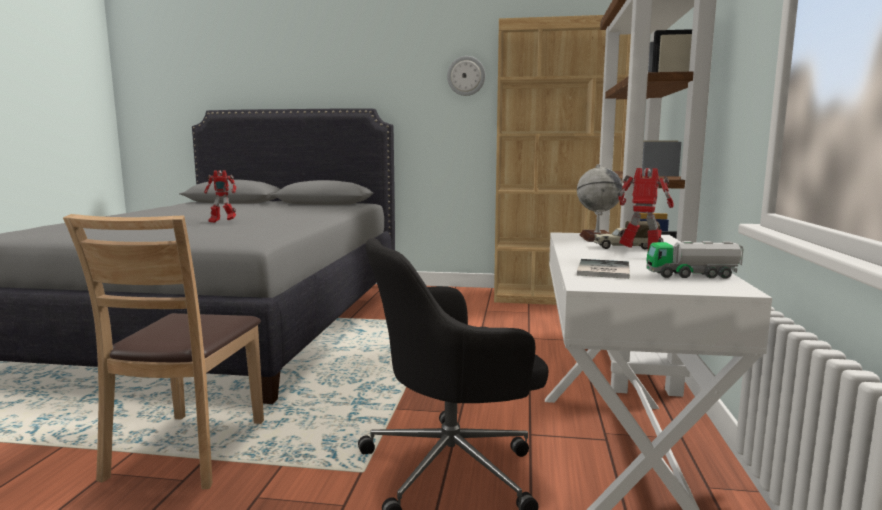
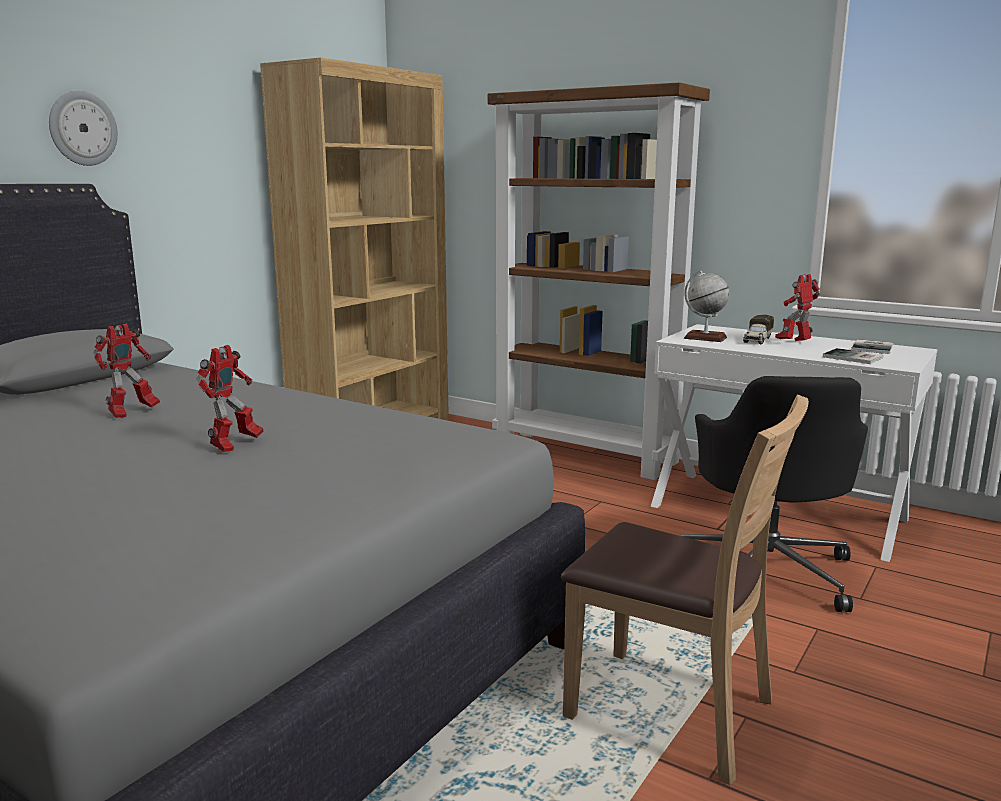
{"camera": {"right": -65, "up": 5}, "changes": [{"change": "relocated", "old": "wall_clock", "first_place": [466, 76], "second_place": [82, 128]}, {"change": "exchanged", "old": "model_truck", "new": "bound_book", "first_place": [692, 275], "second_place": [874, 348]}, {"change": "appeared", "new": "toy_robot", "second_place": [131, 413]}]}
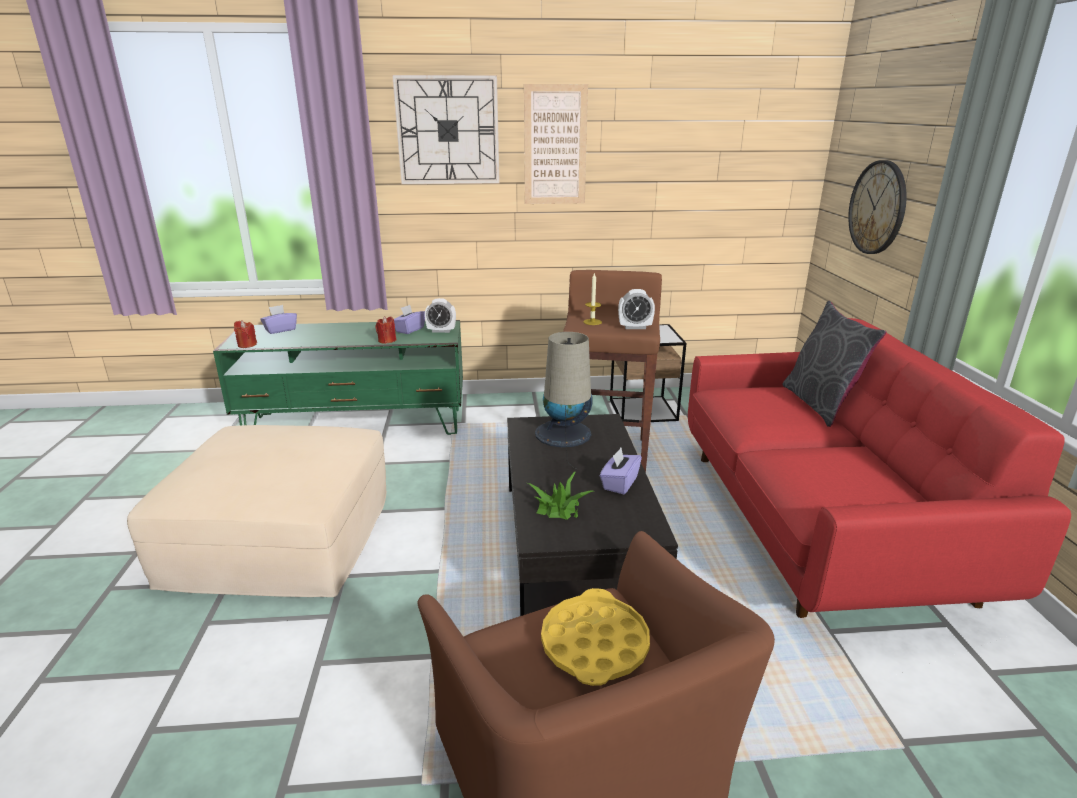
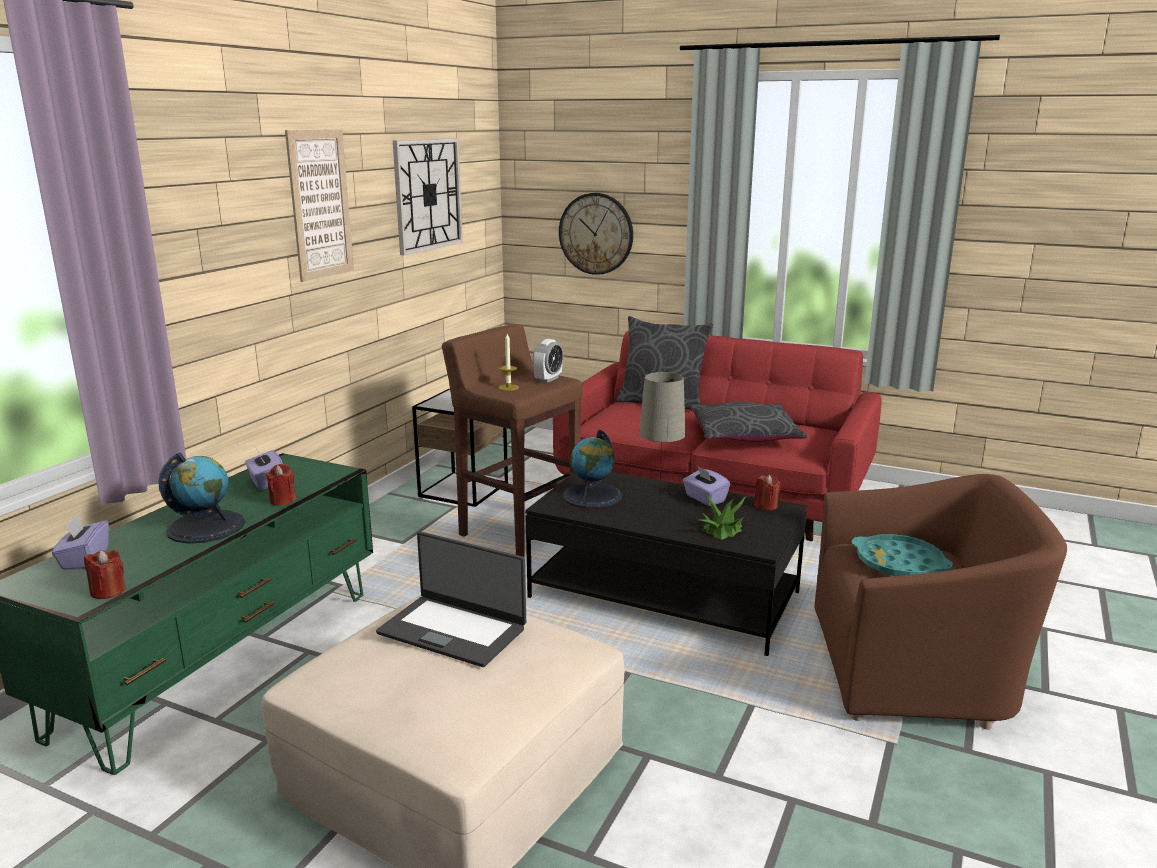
{"camera": {"right": -60, "up": -5}, "changes": [{"change": "relocated", "old": "wall_clock", "first_place": [448, 131], "second_place": [428, 194]}, {"change": "missing", "old": "bedside_clock", "first_place": [441, 331]}, {"change": "colour", "old": "yellowish_tray", "new": "turquoise-coloured_tray", "first_place": [594, 644], "second_place": [899, 564]}, {"change": "appeared", "new": "globe", "second_place": [206, 526]}, {"change": "appeared", "new": "laptop", "second_place": [453, 630]}, {"change": "appeared", "new": "grey_pillow", "second_place": [744, 435]}, {"change": "appeared", "new": "red-coloured_wax_candle", "second_place": [766, 505]}]}
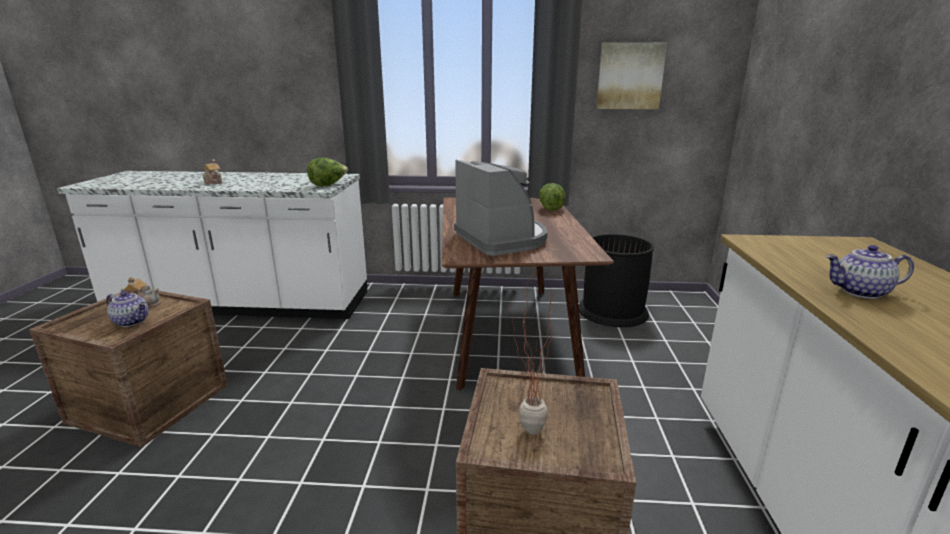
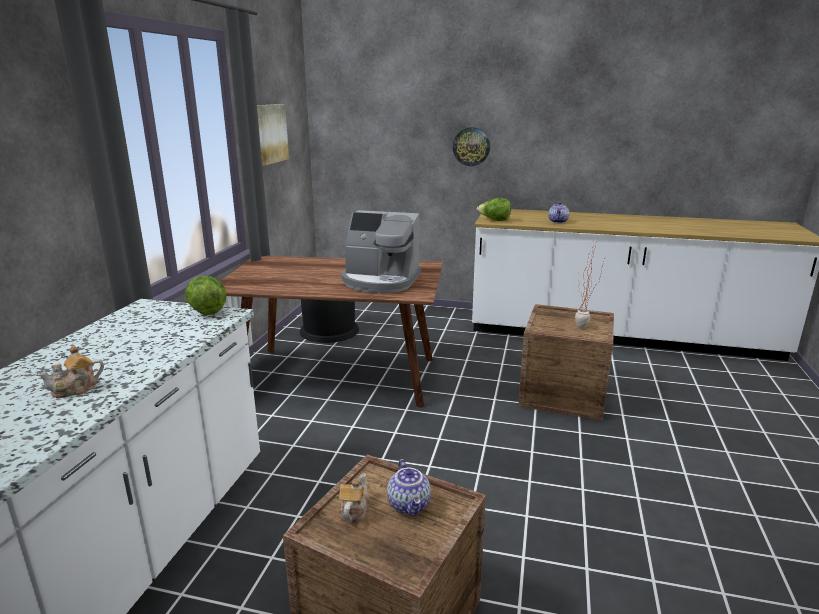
{"camera": {"right": -80, "up": 0}, "changes": [{"change": "spun", "old": "teapot", "first_place": [132, 321], "second_place": [410, 505], "degrees": 135}, {"change": "spun", "old": "coffee_brewer", "first_place": [502, 239], "second_place": [380, 281], "degrees": -150}, {"change": "relocated", "old": "lettuce_head", "first_place": [551, 208], "second_place": [494, 220]}, {"change": "appeared", "new": "wall_clock", "second_place": [471, 146]}]}
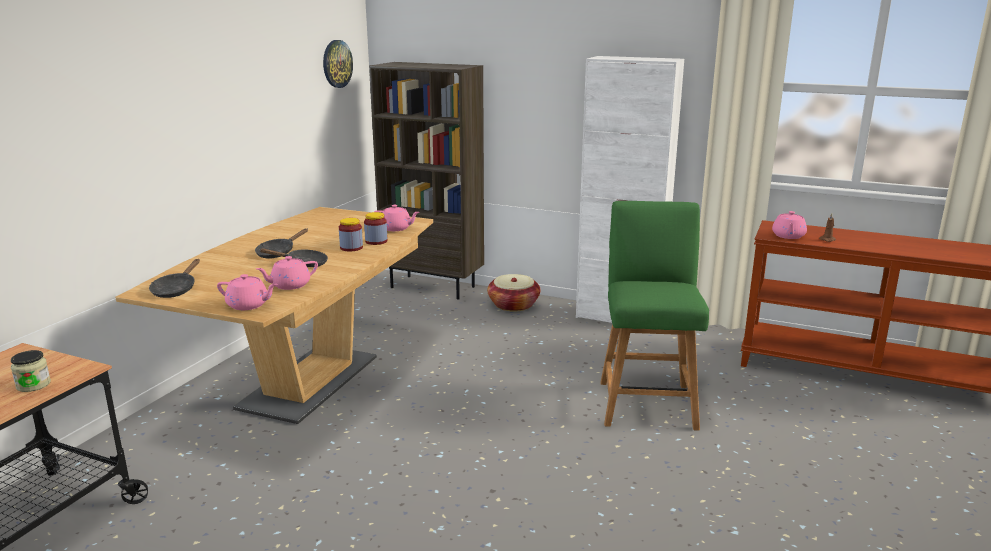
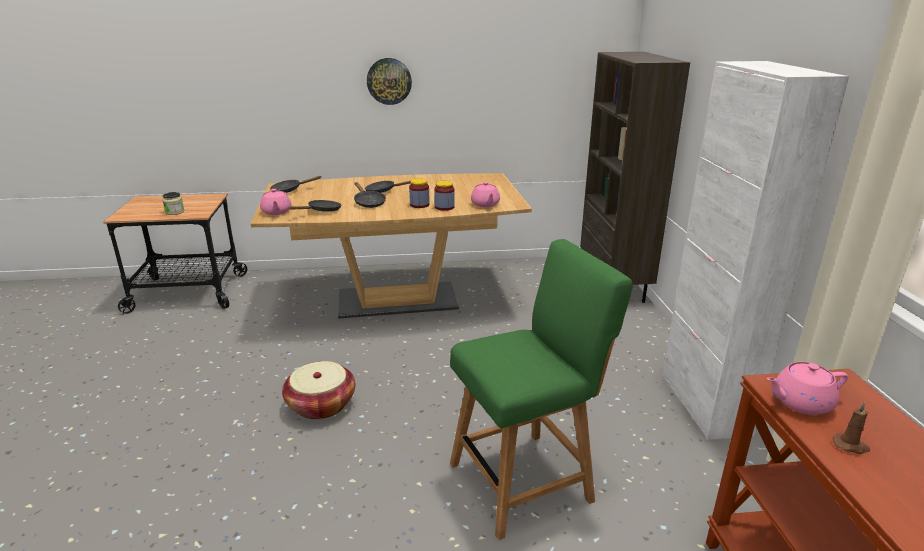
{"camera": {"right": 60, "up": 5}, "changes": [{"change": "exchanged", "old": "pinkish_teapot", "new": "black_frying_pan", "first_place": [289, 285], "second_place": [322, 211]}, {"change": "relocated", "old": "wall_clock", "first_place": [337, 64], "second_place": [389, 81]}, {"change": "relocated", "old": "household_basket", "first_place": [513, 305], "second_place": [321, 405]}]}
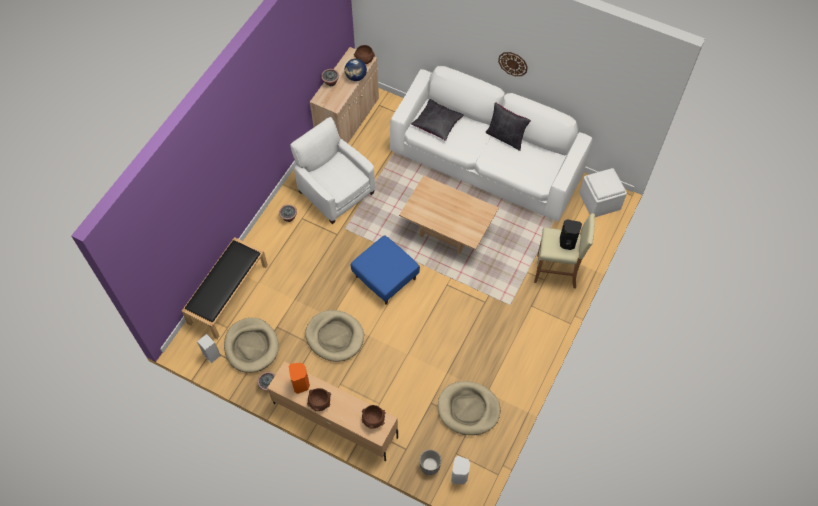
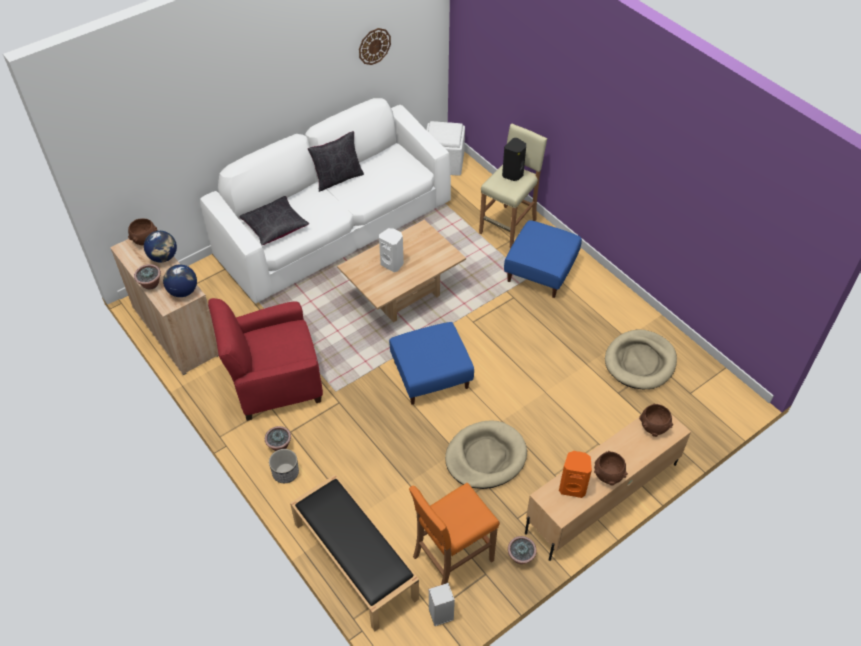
{"camera": {"right": -65, "up": -10}, "changes": [{"change": "exchanged", "old": "sand-coloured_pet_bed", "new": "orange-coloured_sitting_stool", "first_place": [251, 346], "second_place": [452, 558]}, {"change": "colour", "old": "whitish_easy_chair", "new": "red-coloured_easy_chair", "first_place": [335, 191], "second_place": [275, 381]}, {"change": "relocated", "old": "planter", "first_place": [430, 465], "second_place": [286, 473]}, {"change": "relocated", "old": "whitish_speaker", "first_place": [460, 476], "second_place": [392, 264]}, {"change": "relocated", "old": "wall_clock", "first_place": [513, 63], "second_place": [374, 46]}, {"change": "appeared", "new": "globe", "second_place": [183, 291]}, {"change": "appeared", "new": "blue_ottoman", "second_place": [540, 271]}]}
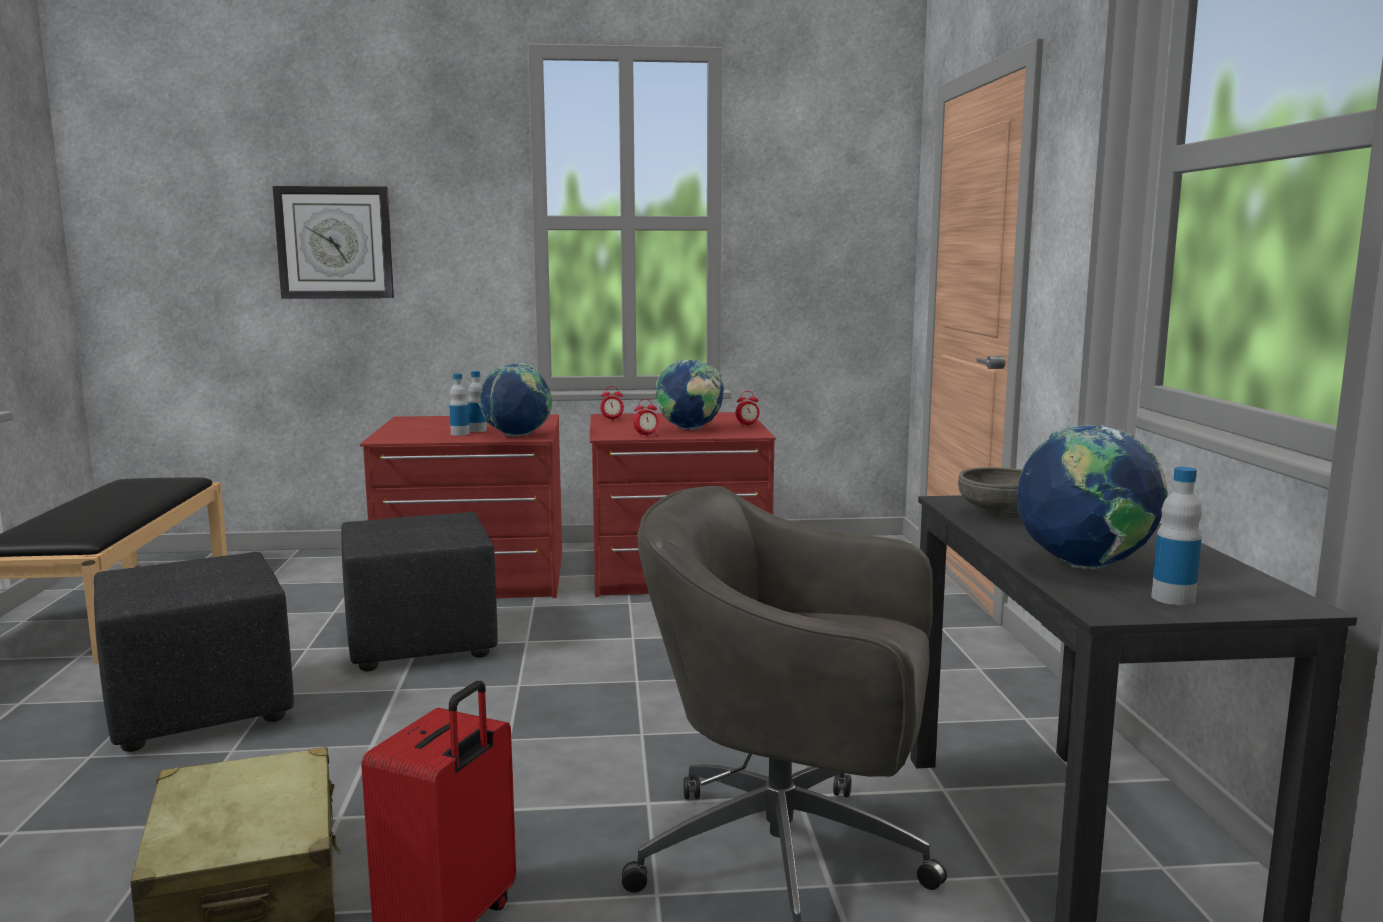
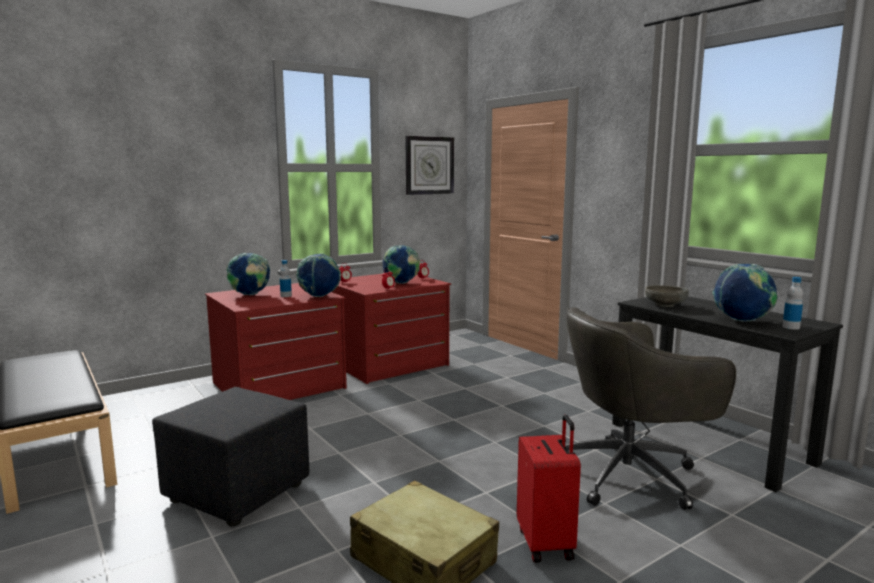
{"camera": {"right": -30, "up": 0}, "changes": [{"change": "relocated", "old": "wall_clock", "first_place": [335, 243], "second_place": [429, 165]}, {"change": "missing", "old": "black_ottoman", "first_place": [419, 643]}, {"change": "missing", "old": "drink_bottle", "first_place": [460, 433]}, {"change": "appeared", "new": "globe", "second_place": [250, 295]}]}
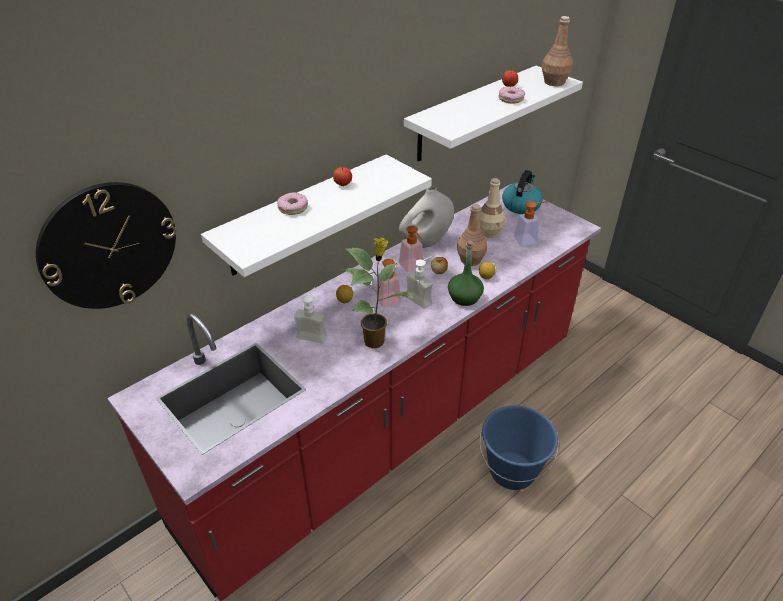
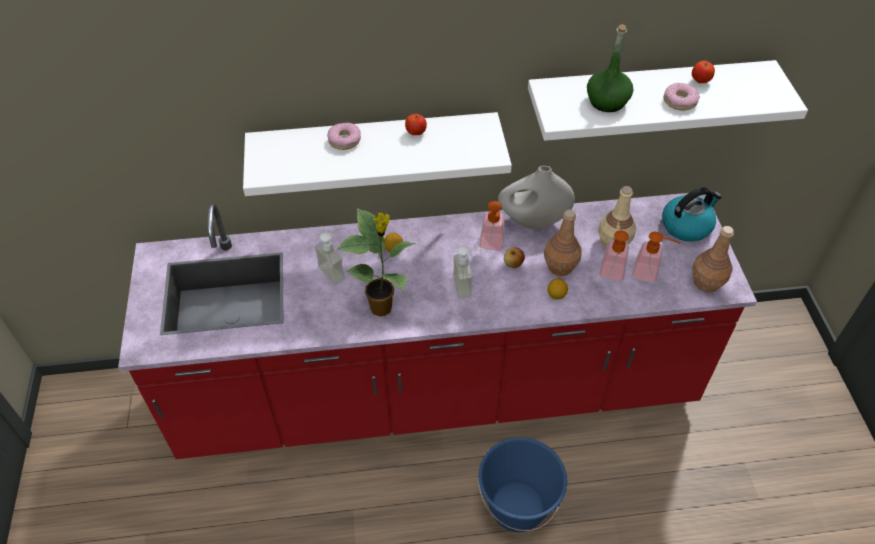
{"camera": {"right": 35, "up": 10}, "changes": [{"change": "missing", "old": "wall_clock", "first_place": [109, 246]}, {"change": "relocated", "old": "soap_dispenser", "first_place": [390, 303], "second_place": [611, 276]}, {"change": "relocated", "old": "green-coloured_drink_bottle", "first_place": [465, 297], "second_place": [607, 102]}, {"change": "relocated", "old": "brown_drink_bottle", "first_place": [554, 82], "second_place": [707, 283]}]}
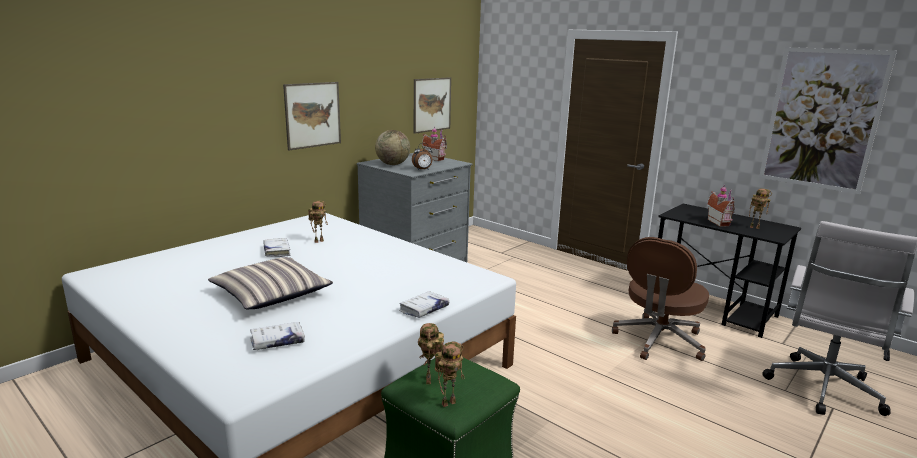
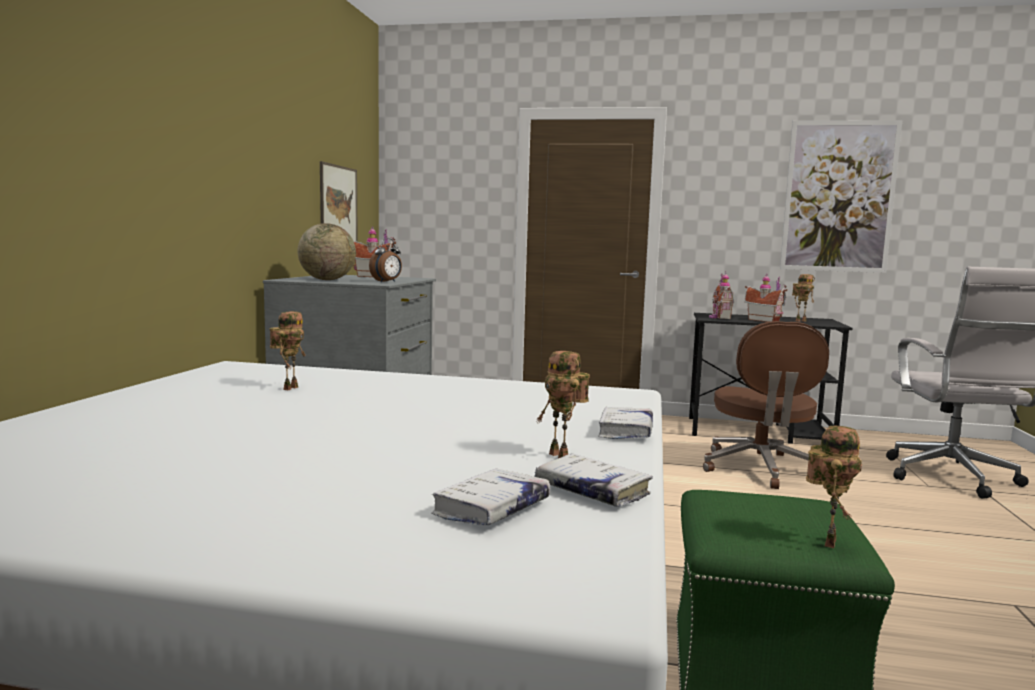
{"camera": {"right": -30, "up": -10}, "changes": [{"change": "missing", "old": "pillow", "first_place": [271, 294]}, {"change": "relocated", "old": "whitish_bound_book", "first_place": [276, 251], "second_place": [592, 491]}, {"change": "missing", "old": "picture", "first_place": [313, 115]}, {"change": "relocated", "old": "toy_robot", "first_place": [430, 380], "second_place": [562, 456]}, {"change": "appeared", "new": "miniature_house", "second_place": [719, 317]}]}
